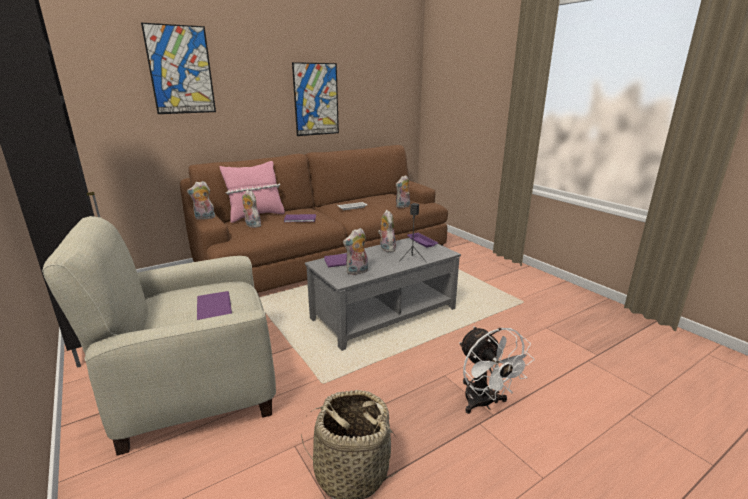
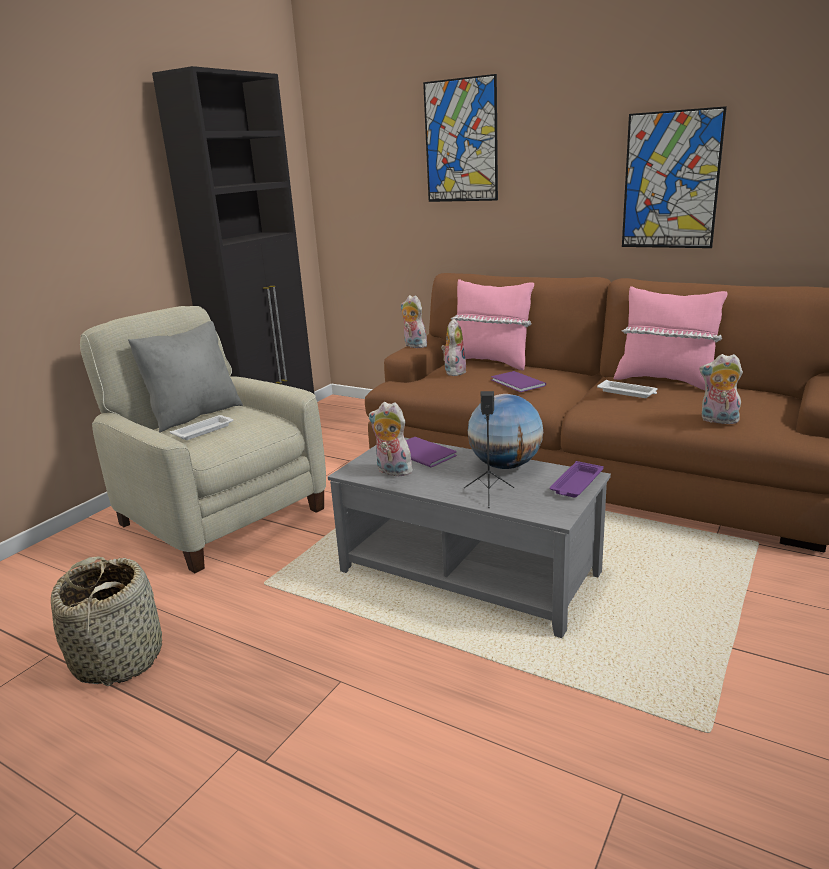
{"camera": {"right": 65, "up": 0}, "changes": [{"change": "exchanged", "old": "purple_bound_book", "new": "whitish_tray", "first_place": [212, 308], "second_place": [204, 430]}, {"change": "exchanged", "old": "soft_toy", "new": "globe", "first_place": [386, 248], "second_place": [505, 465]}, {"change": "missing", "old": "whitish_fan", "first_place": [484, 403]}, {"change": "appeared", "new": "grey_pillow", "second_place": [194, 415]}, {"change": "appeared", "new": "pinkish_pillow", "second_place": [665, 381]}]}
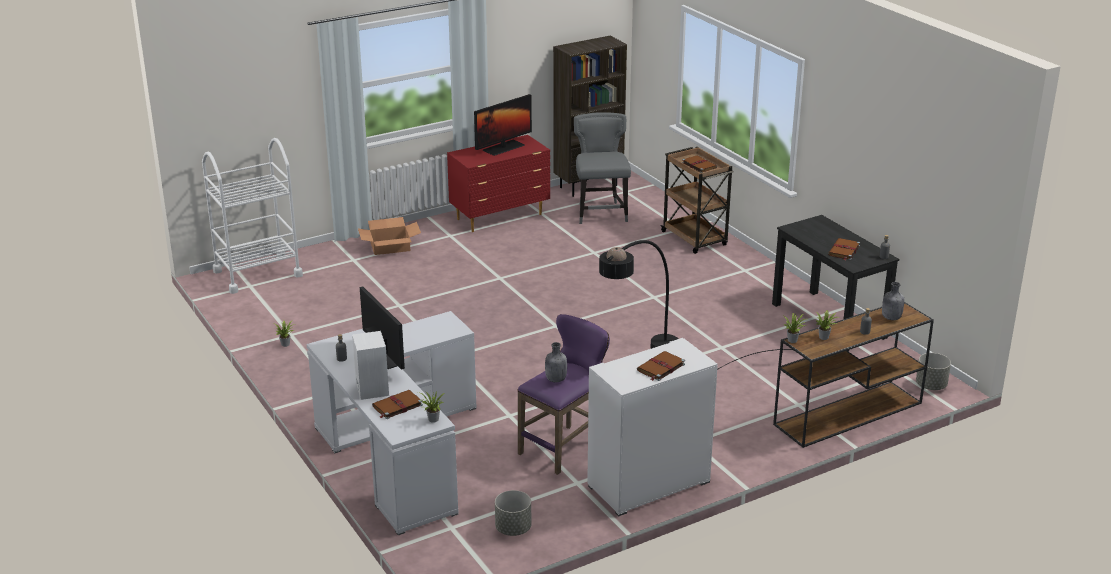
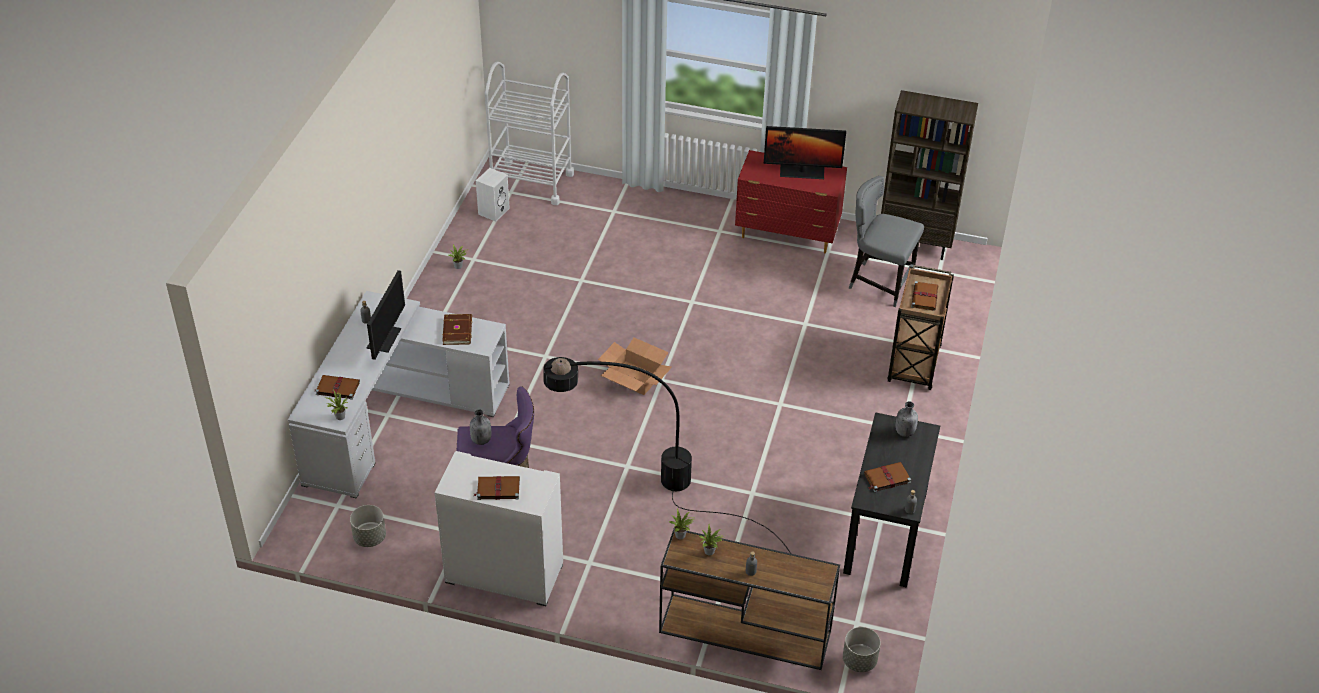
{"camera": {"right": 45, "up": 15}, "changes": [{"change": "relocated", "old": "whitish_speaker", "first_place": [371, 389], "second_place": [493, 211]}, {"change": "relocated", "old": "cardboard_box", "first_place": [390, 247], "second_place": [634, 378]}, {"change": "spun", "old": "grey_plain_chair", "first_place": [601, 212], "second_place": [879, 283], "degrees": -105}, {"change": "relocated", "old": "grey_drink_bottle", "first_place": [890, 318], "second_place": [904, 432]}, {"change": "appeared", "new": "brown_bound_book", "second_place": [458, 331]}]}
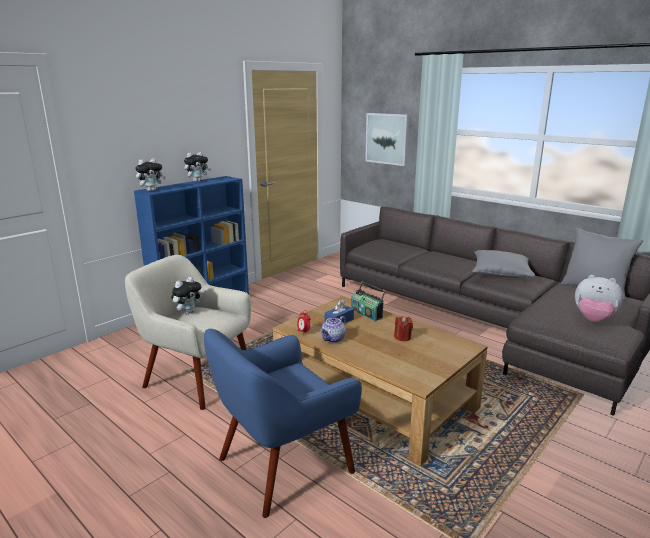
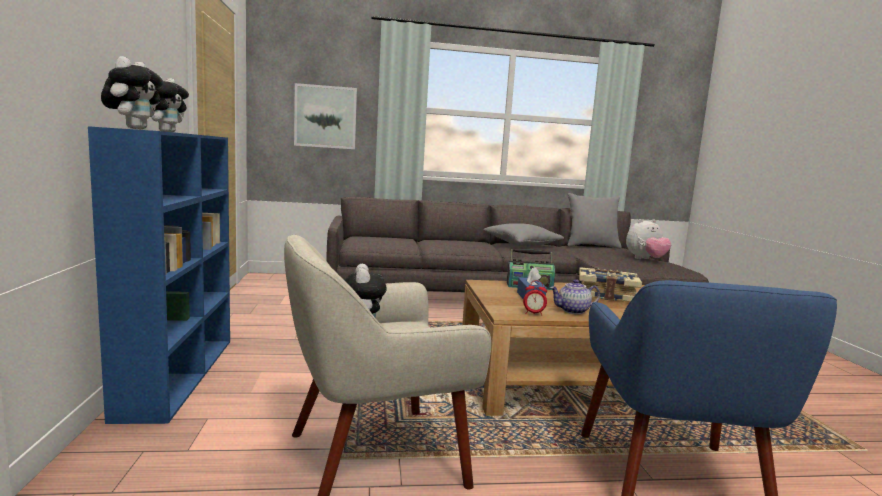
{"camera": {"right": -50, "up": -10}, "changes": [{"change": "spun", "old": "teapot", "first_place": [333, 339], "second_place": [573, 311], "degrees": 90}, {"change": "exchanged", "old": "red-coloured_wax_candle", "new": "bound_book", "first_place": [402, 337], "second_place": [606, 295]}]}
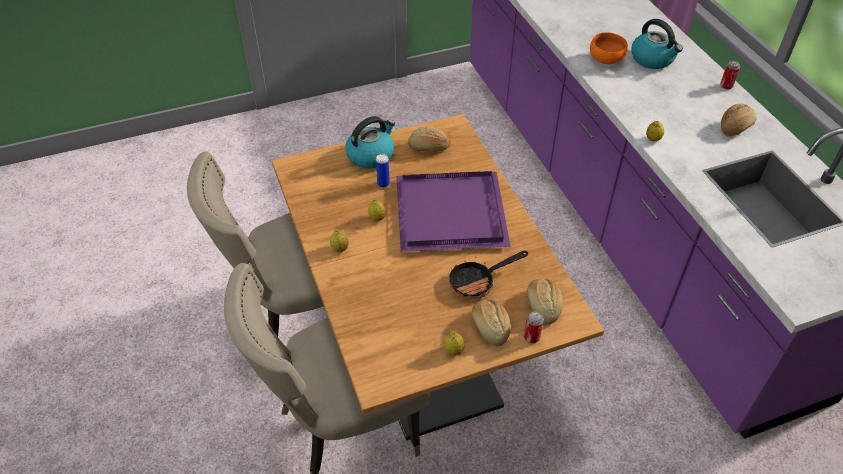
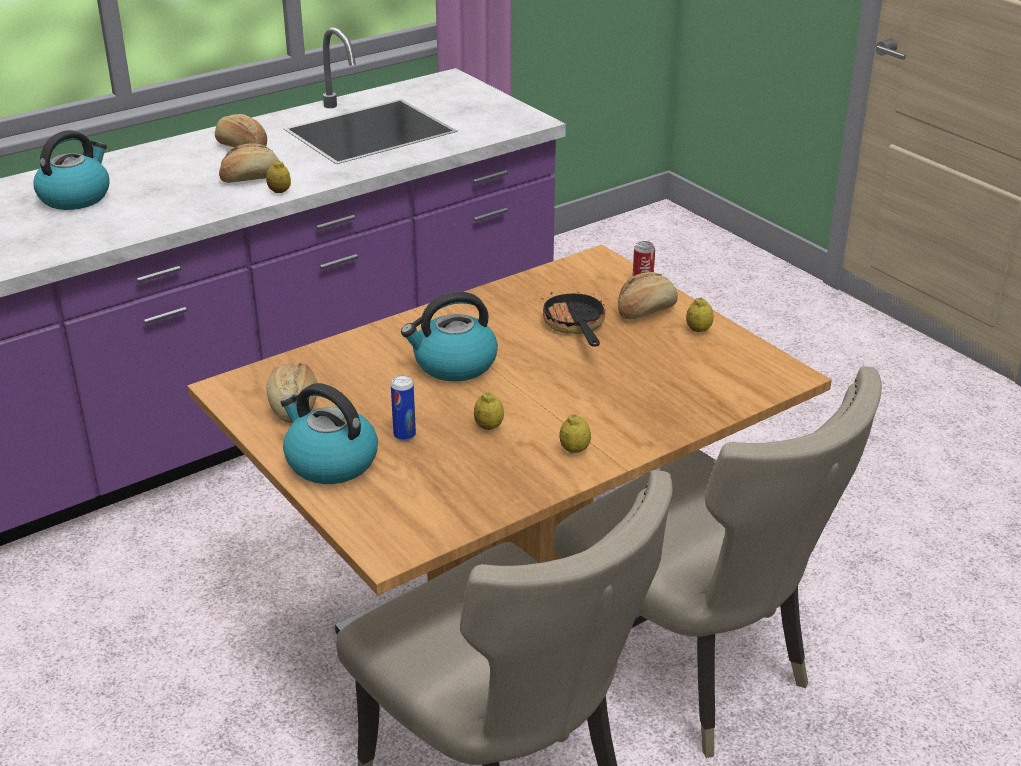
{"camera": {"right": -105, "up": -15}, "changes": [{"change": "exchanged", "old": "purple_tray", "new": "water_kettle", "first_place": [448, 215], "second_place": [454, 364]}, {"change": "spun", "old": "frying_pan", "first_place": [478, 282], "second_place": [575, 326], "degrees": -150}, {"change": "relocated", "old": "bakery_bread", "first_place": [543, 306], "second_place": [251, 178]}, {"change": "missing", "old": "orange-coloured_serving_bowl", "first_place": [606, 60]}, {"change": "missing", "old": "metal_can", "first_place": [726, 86]}]}
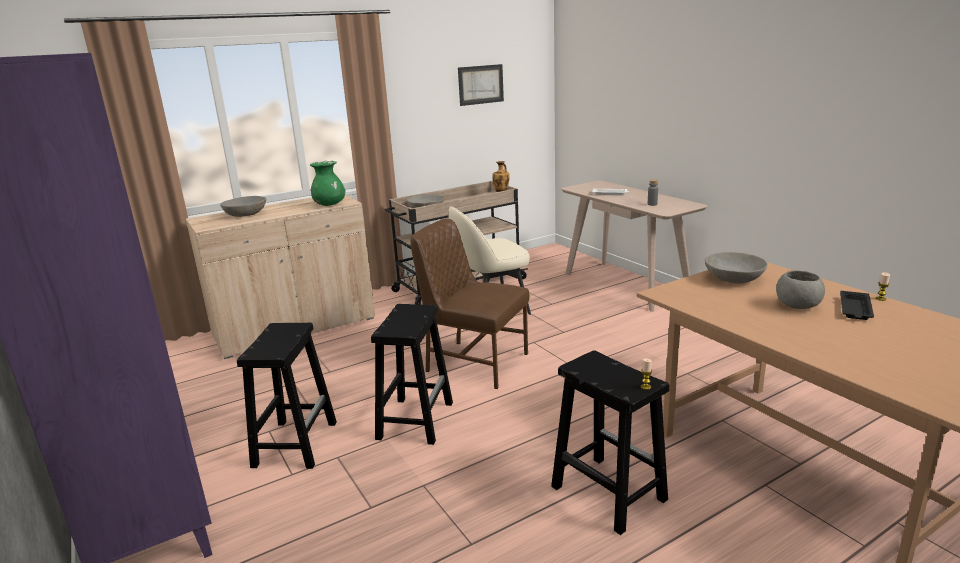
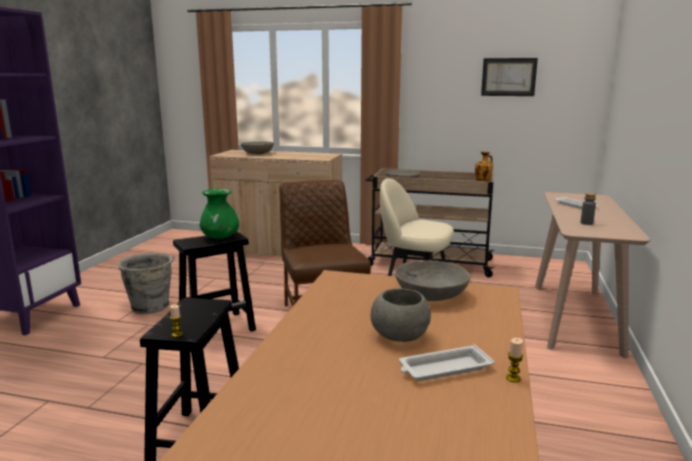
{"camera": {"right": 45, "up": -5}, "changes": [{"change": "exchanged", "old": "black_sitting_stool", "new": "grey_bucket", "first_place": [295, 443], "second_place": [151, 307]}, {"change": "relocated", "old": "green-coloured_decorative_vase", "first_place": [330, 205], "second_place": [220, 238]}, {"change": "colour", "old": "black_tray", "new": "whitish_tray", "first_place": [855, 309], "second_place": [443, 369]}]}
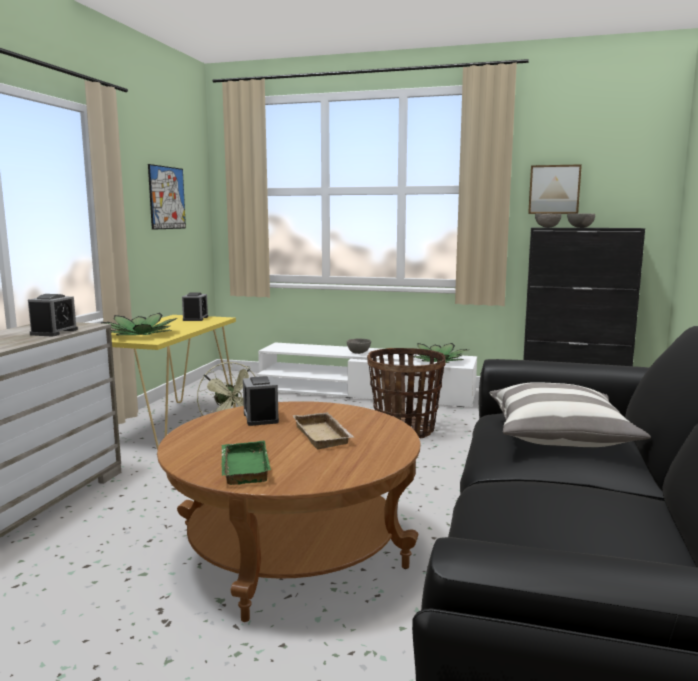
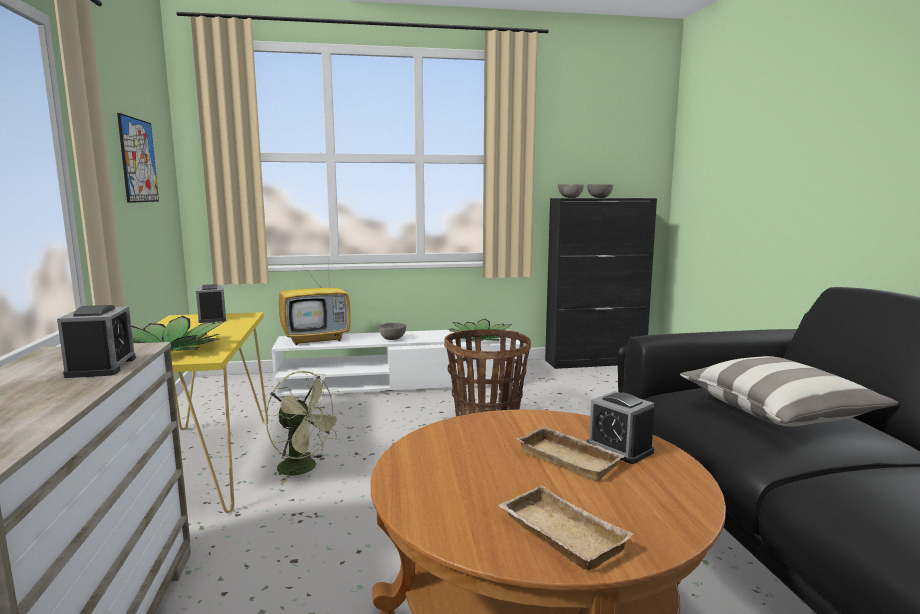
{"camera": {"right": -25, "up": 0}, "changes": [{"change": "colour", "old": "green-coloured_tray", "new": "sand-coloured_tray", "first_place": [242, 467], "second_place": [558, 534]}, {"change": "relocated", "old": "bedside_clock", "first_place": [260, 418], "second_place": [619, 448]}, {"change": "missing", "old": "picture", "first_place": [554, 189]}, {"change": "appeared", "new": "TV", "second_place": [317, 339]}]}
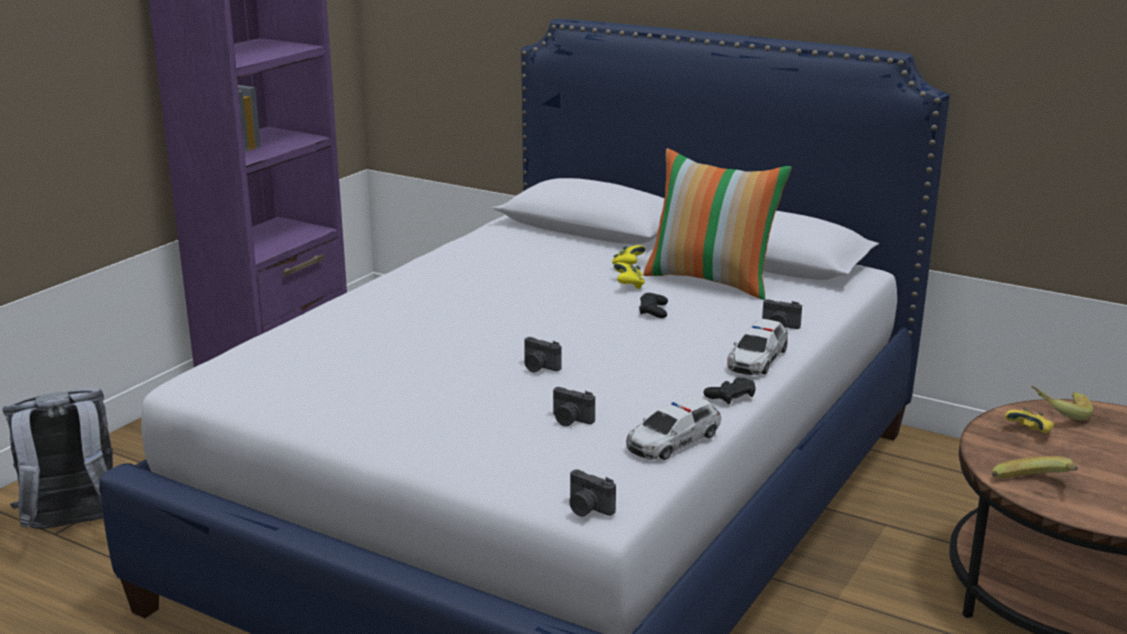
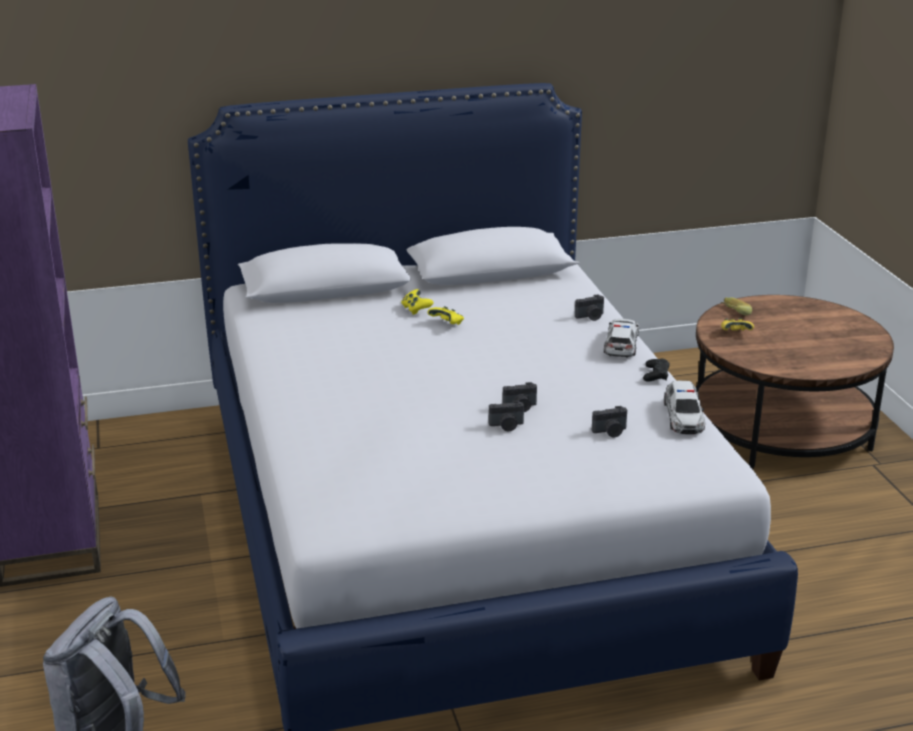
{"camera": {"right": -45, "up": 5}, "changes": [{"change": "relocated", "old": "still_camera", "first_place": [588, 509], "second_place": [506, 426]}, {"change": "missing", "old": "black_joypad", "first_place": [653, 311]}, {"change": "missing", "old": "pillow", "first_place": [712, 281]}, {"change": "spun", "old": "model_car", "first_place": [757, 359], "second_place": [621, 344], "degrees": -150}, {"change": "missing", "old": "banana", "first_place": [1035, 487]}]}
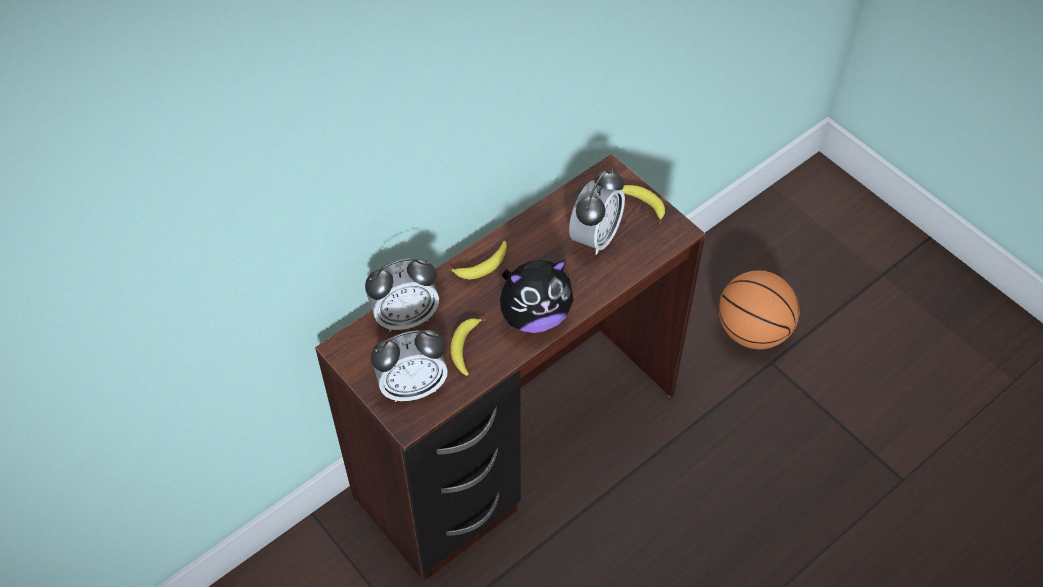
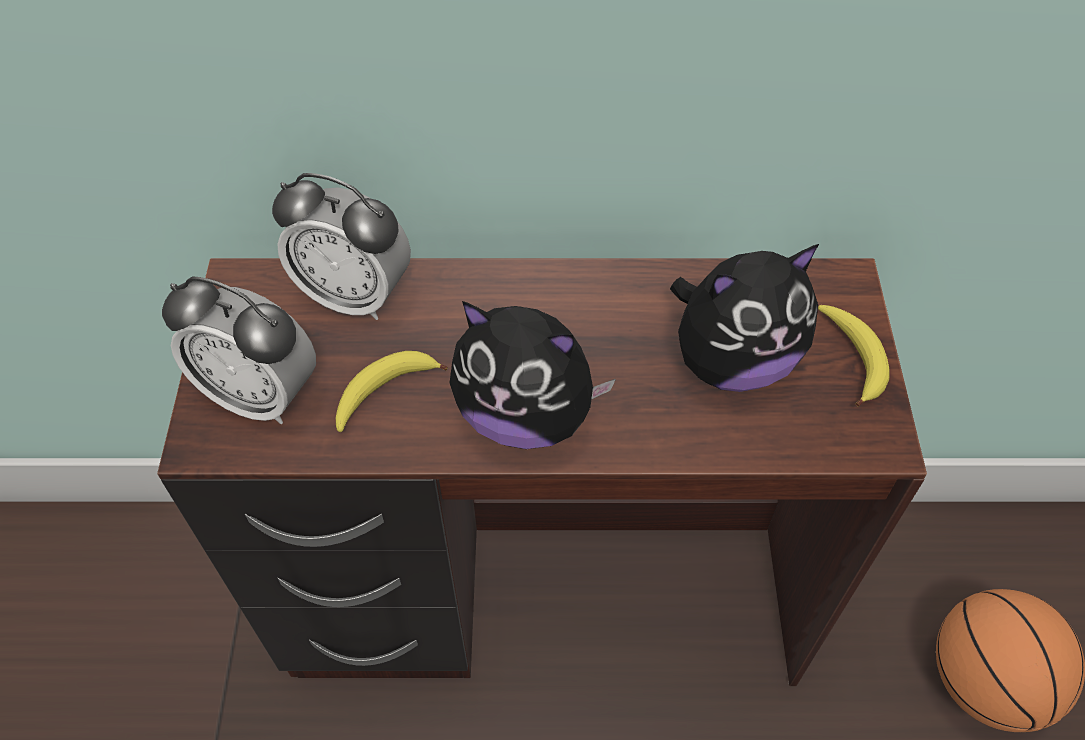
{"camera": {"right": 40, "up": 0}, "changes": [{"change": "missing", "old": "banana", "first_place": [483, 265]}, {"change": "exchanged", "old": "bedside_clock", "new": "soft_toy", "first_place": [595, 237], "second_place": [732, 361]}]}
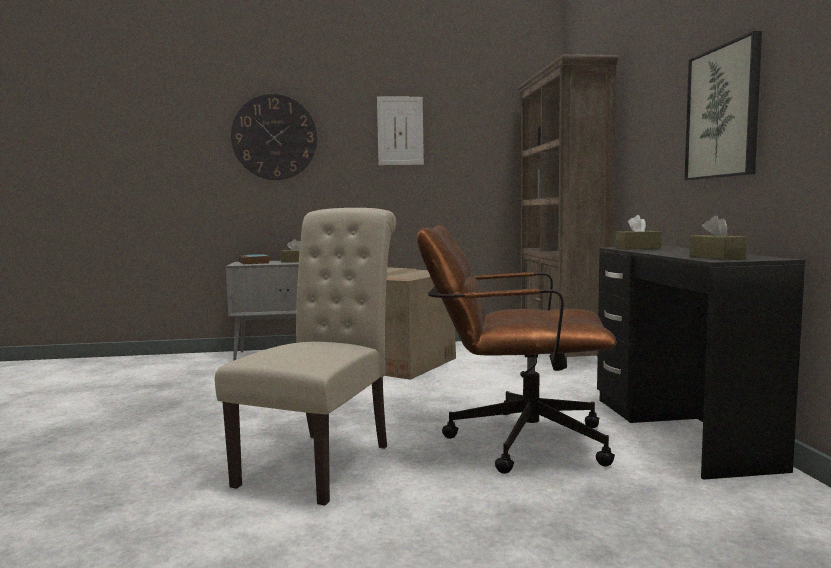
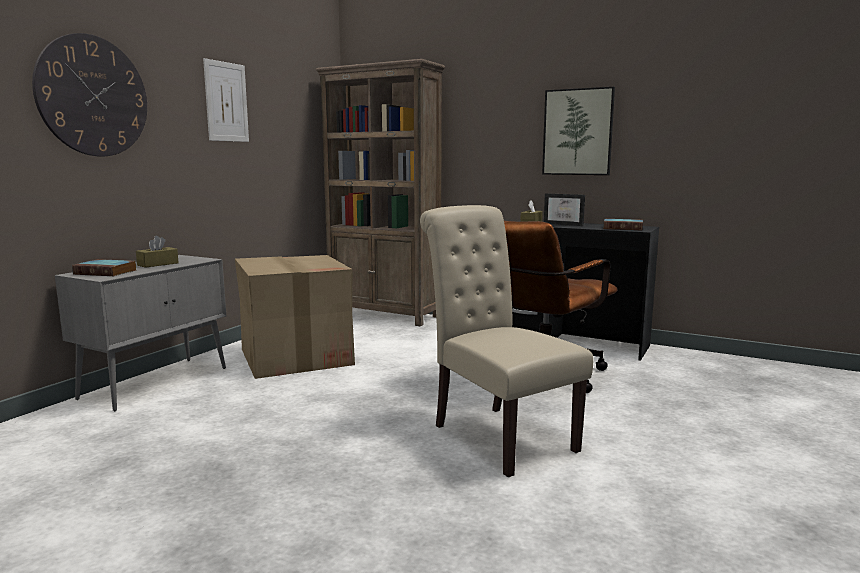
{"camera": {"right": -55, "up": 5}, "changes": [{"change": "exchanged", "old": "brown_box_of_tissues", "new": "bound_book", "first_place": [716, 257], "second_place": [623, 228]}, {"change": "appeared", "new": "photo_frame", "second_place": [565, 224]}]}
